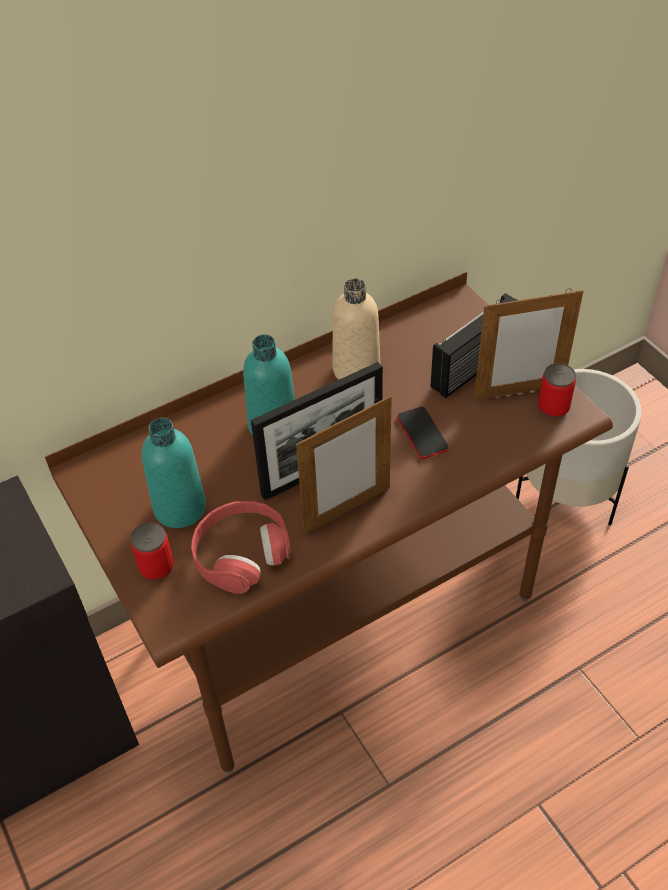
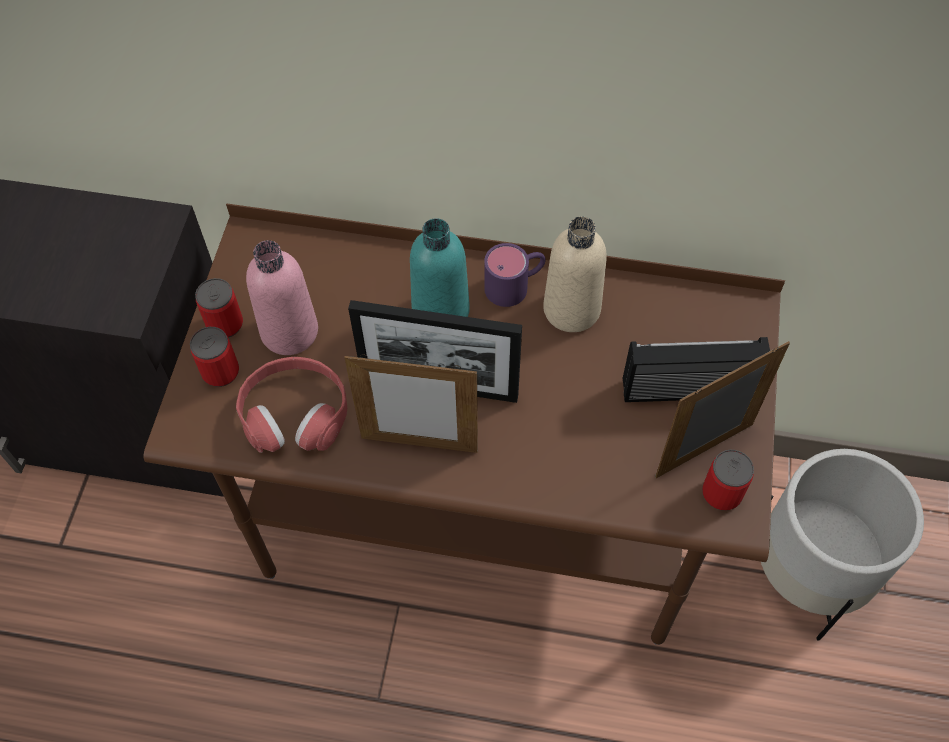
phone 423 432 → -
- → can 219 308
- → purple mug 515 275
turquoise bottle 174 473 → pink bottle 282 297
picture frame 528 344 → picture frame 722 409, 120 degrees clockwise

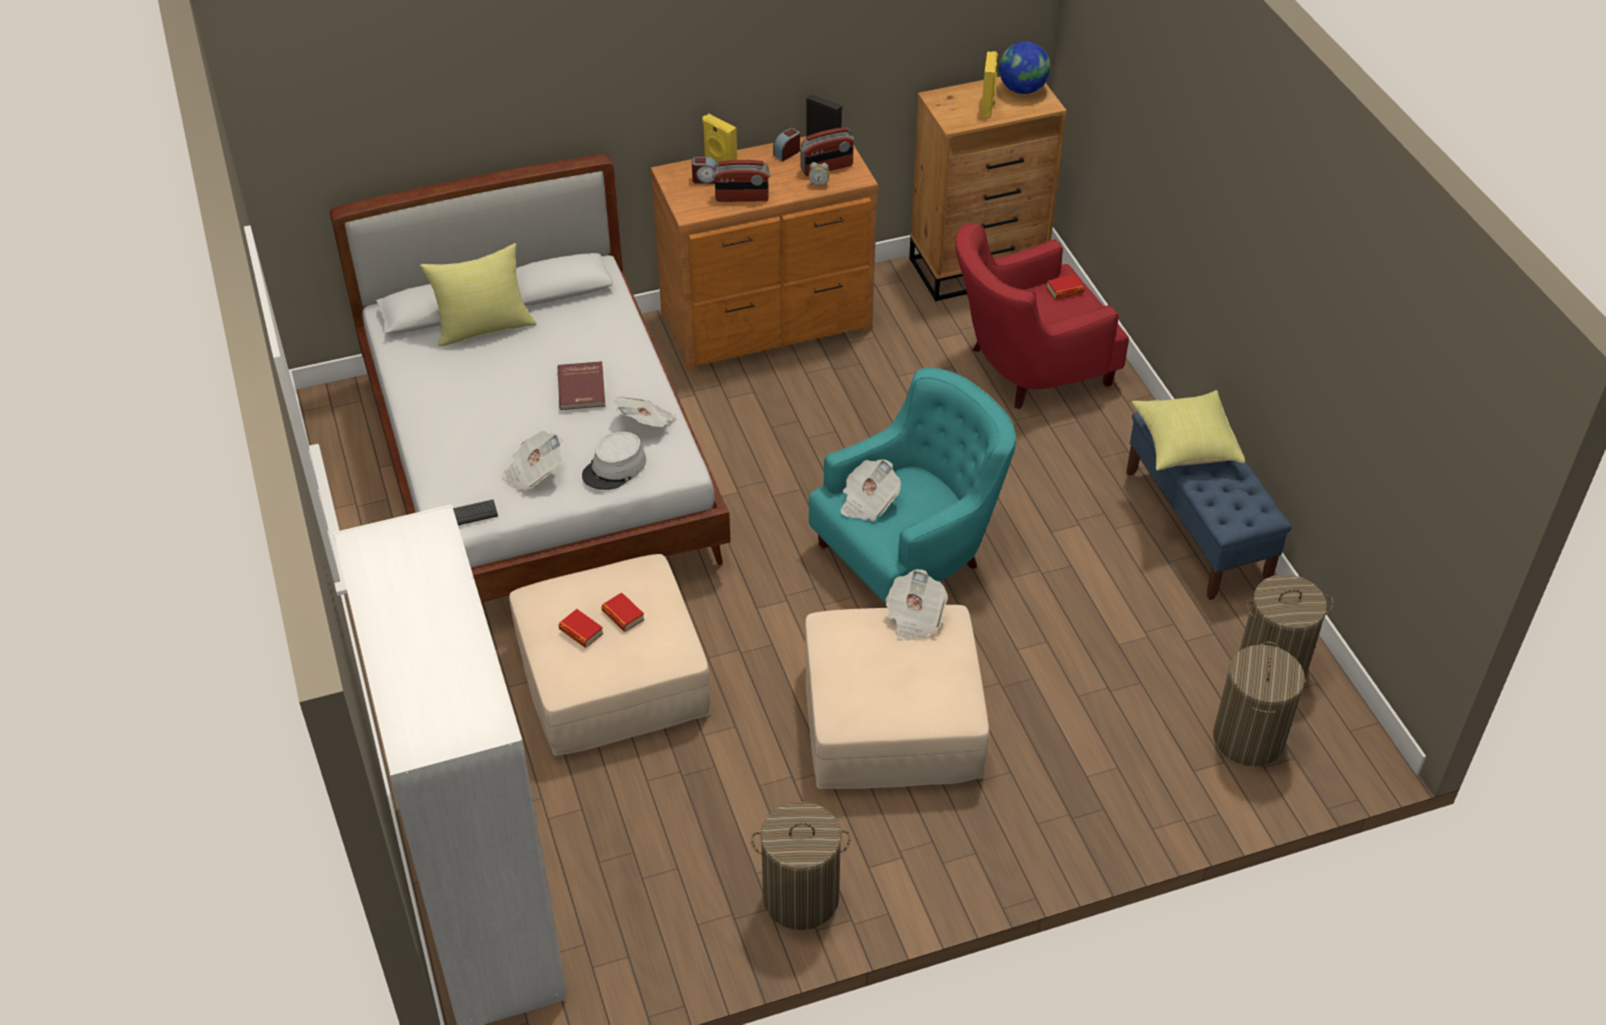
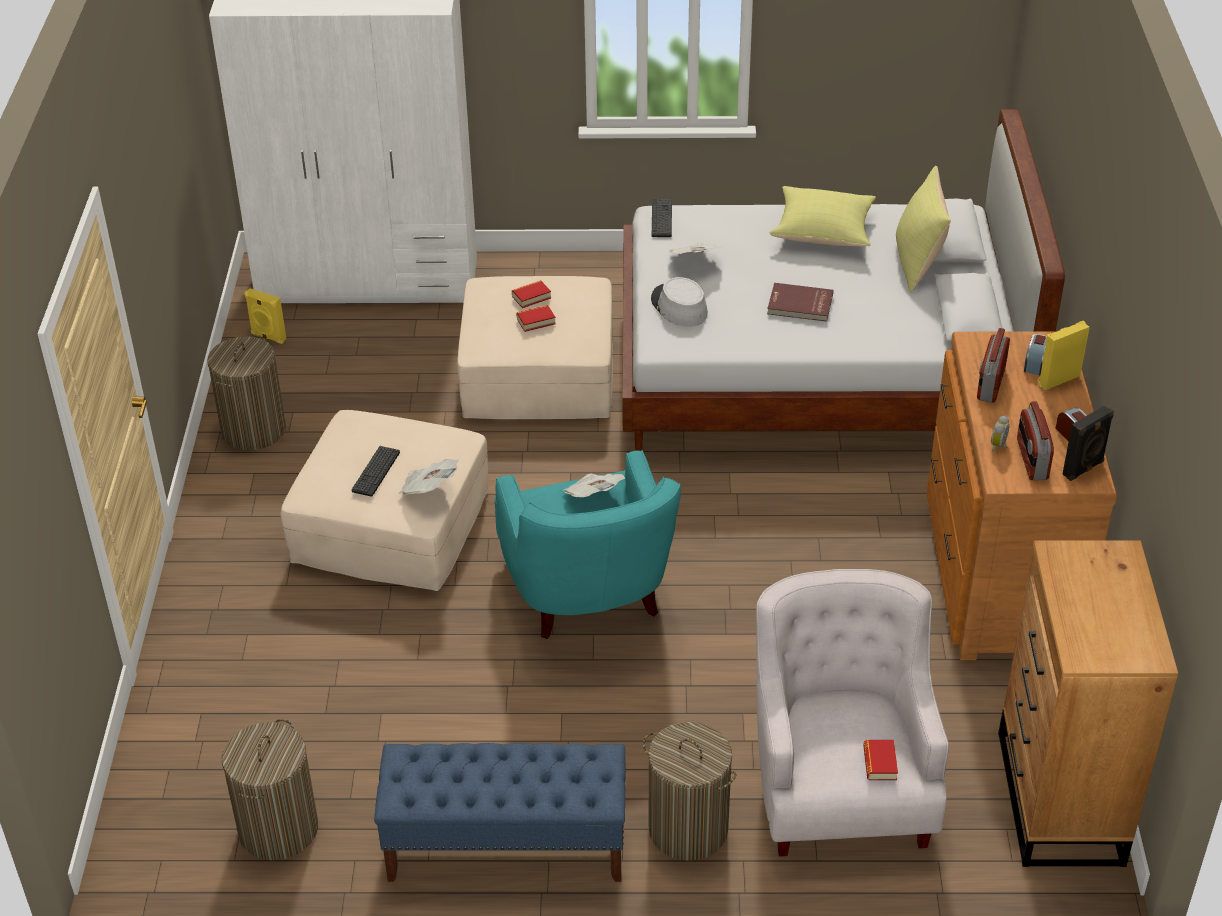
newspaper 645 412 → -
globe 1025 67 → -
- → keyboard 376 471
yellow speaker 989 84 → yellow speaker 265 316, relocated
yellow pillow 1188 430 → yellow pillow 822 216, relocated
laundry basket 1259 704 → laundry basket 689 791, relocated
red armchair 1042 316 → white armchair 852 712

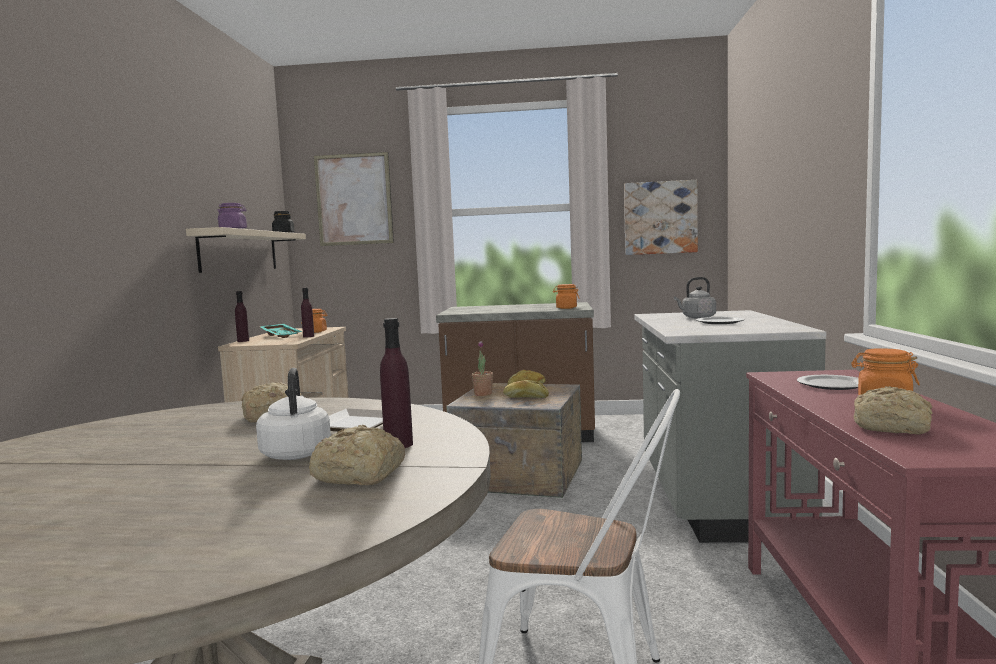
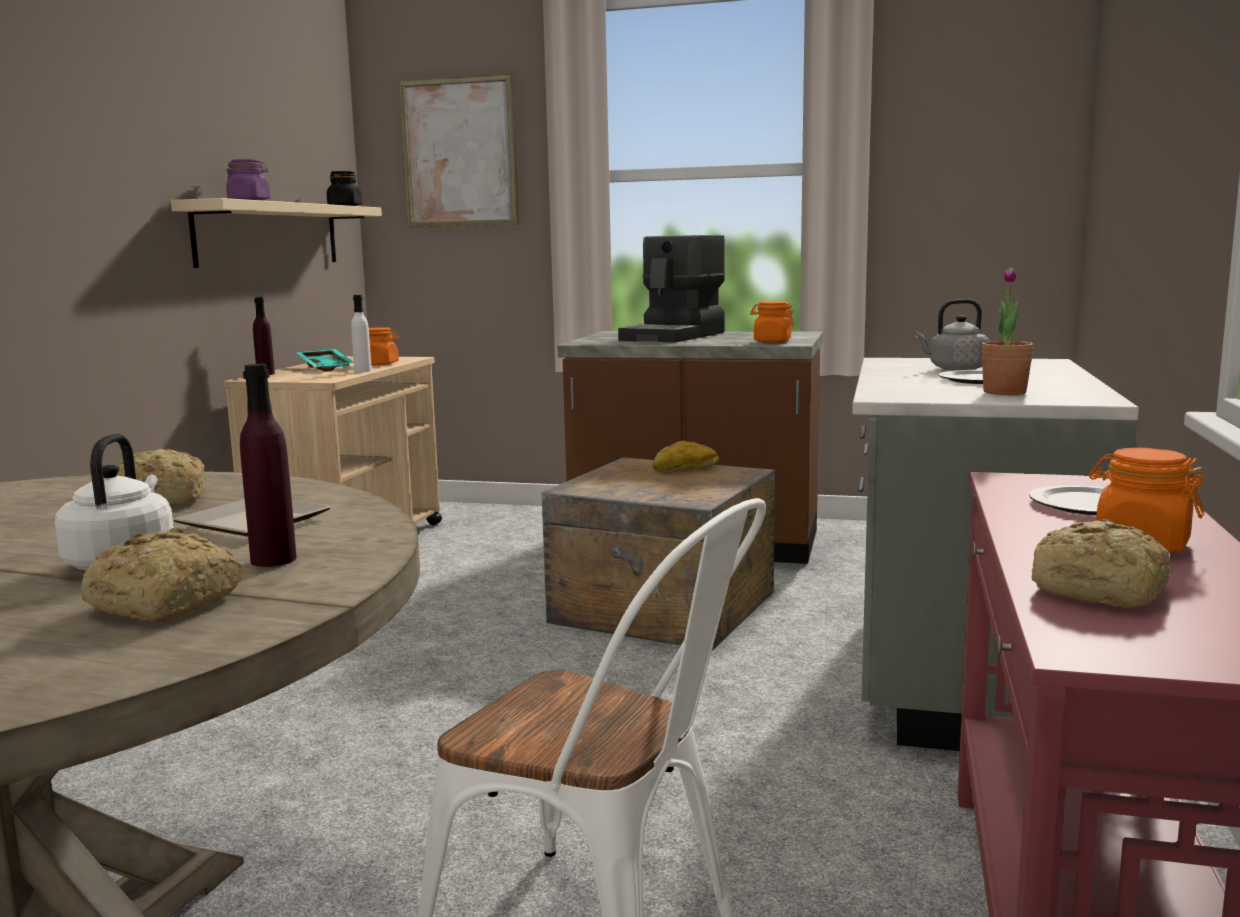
bread 526 389 → -
picture 661 217 → -
- → coffee machine 671 289
potted plant 482 368 → potted plant 1007 331, relocated
purple bottle 307 313 → white bottle 361 333

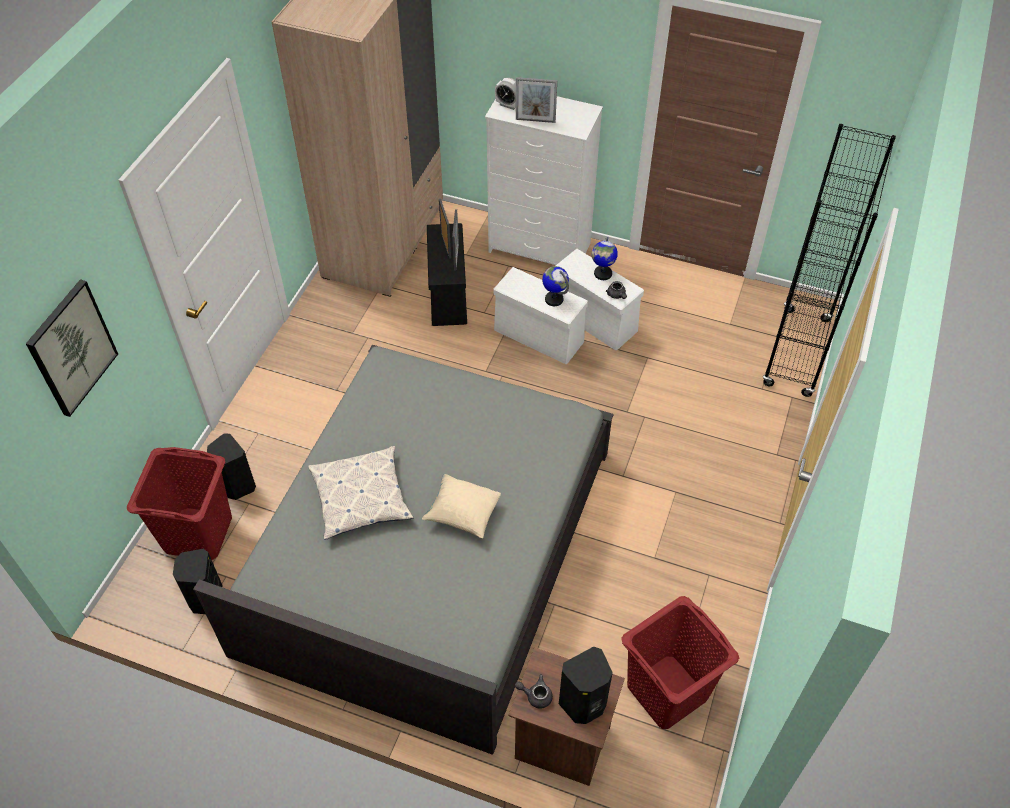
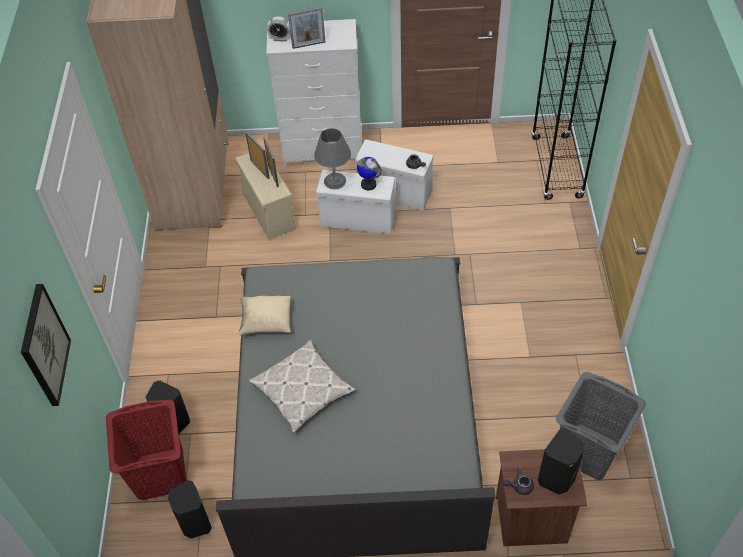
globe 605 258 → -
- → grey table lamp 332 158
beige pillow 461 506 → beige pillow 264 315, relocated
black storage box 447 274 → beige storage box 265 193
red laundry basket 680 662 → grey laundry basket 601 426

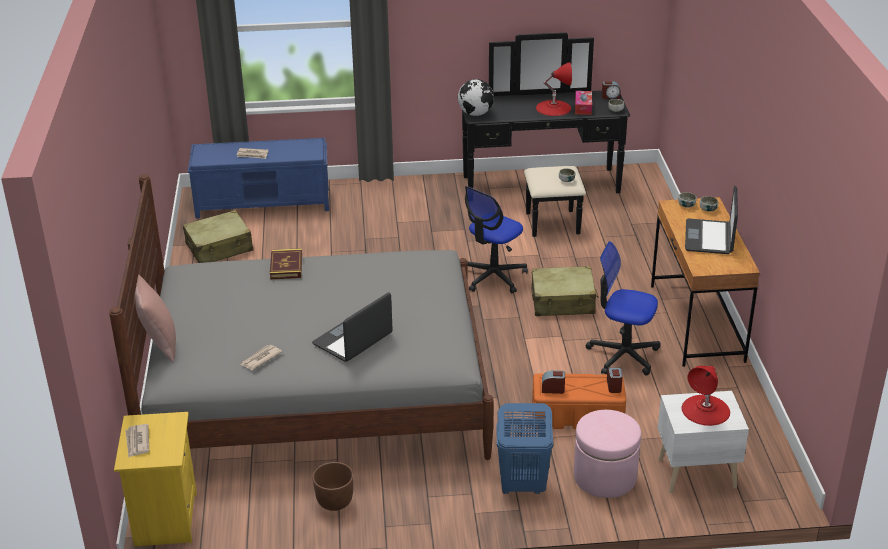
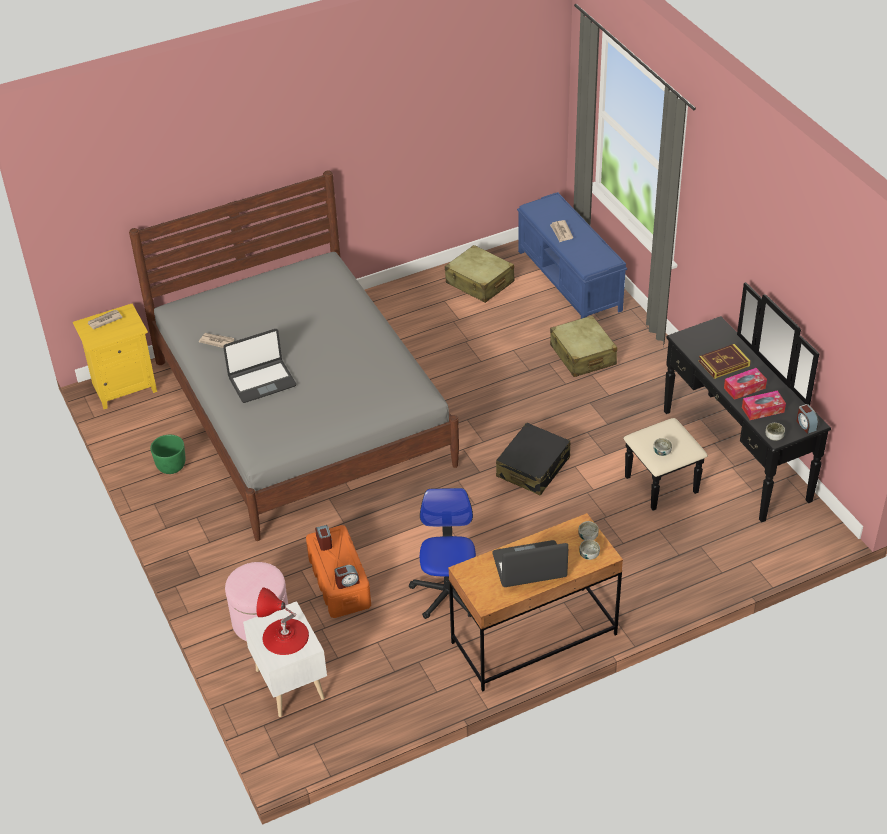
pink pillow 155 318 → -
globe 476 97 → -
blue laundry basket 524 448 → -
book 286 264 → book 725 361, relocated
beige suitcase 565 291 → beige suitcase 583 346, relocated
office chair 496 239 → black suitcase 533 459
red table lamp 554 89 → tissue box 745 384
brown planter 333 486 → green planter 168 454
laptop 352 327 → laptop 259 366, 135 degrees clockwise

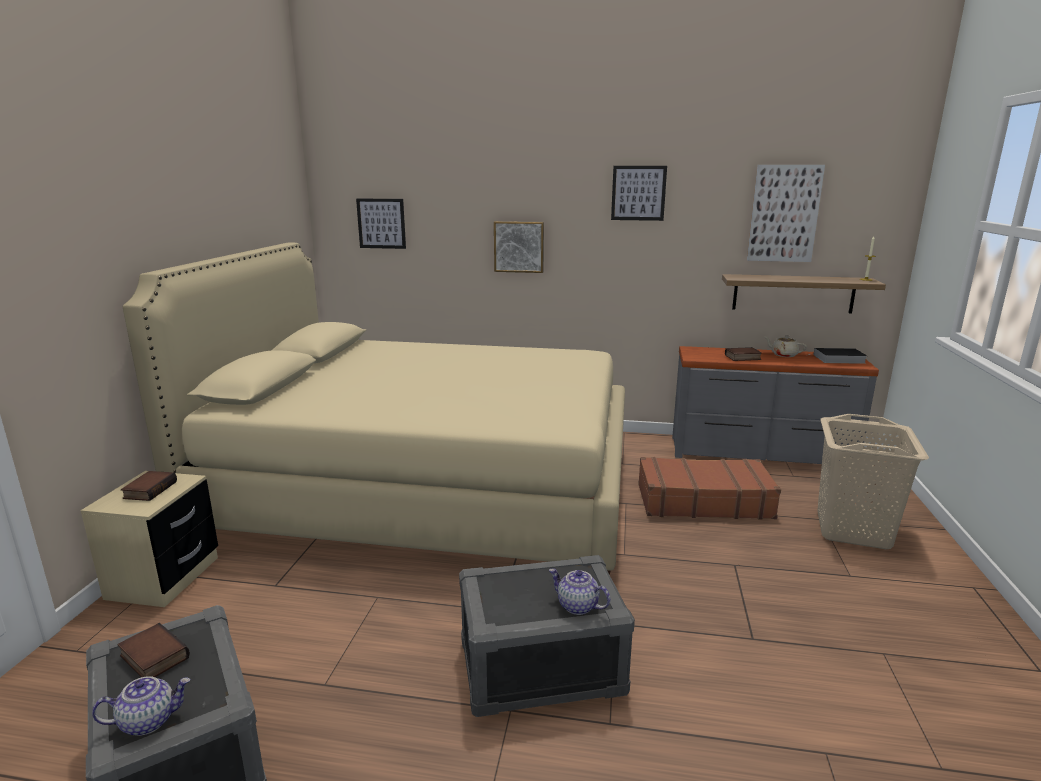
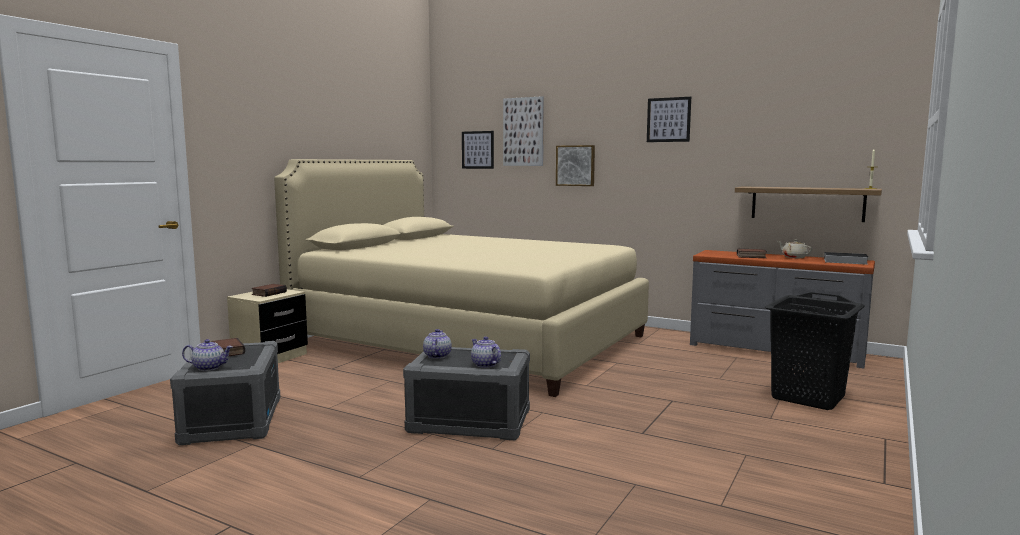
brown suitcase 709 488 → -
- → teapot 437 344
picture 786 213 → picture 523 131, relocated
beige laundry basket 873 481 → black laundry basket 815 351

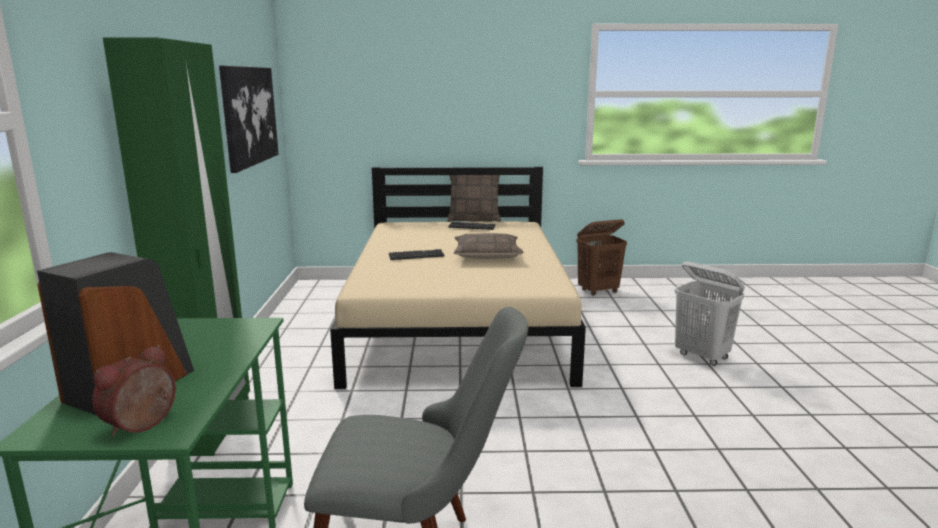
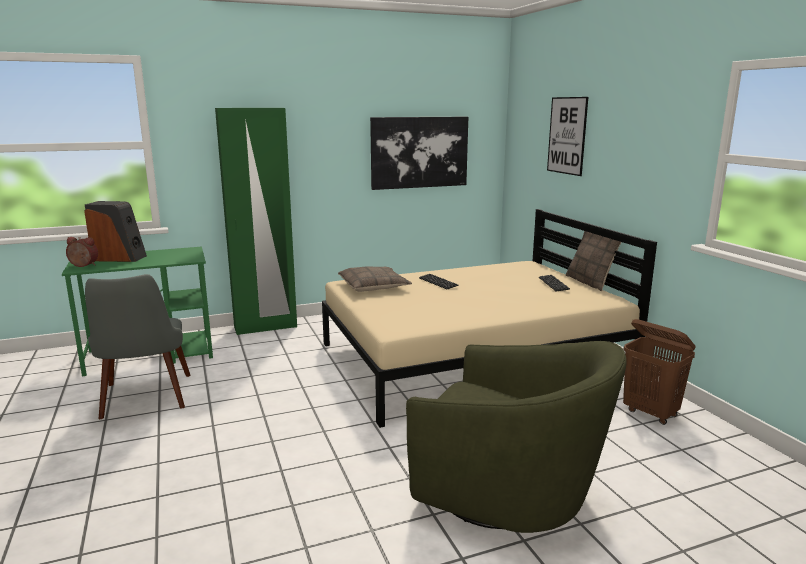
- → picture 567 136
pillow 488 246 → pillow 375 279, relocated
white laundry basket 710 314 → green armchair 516 437

